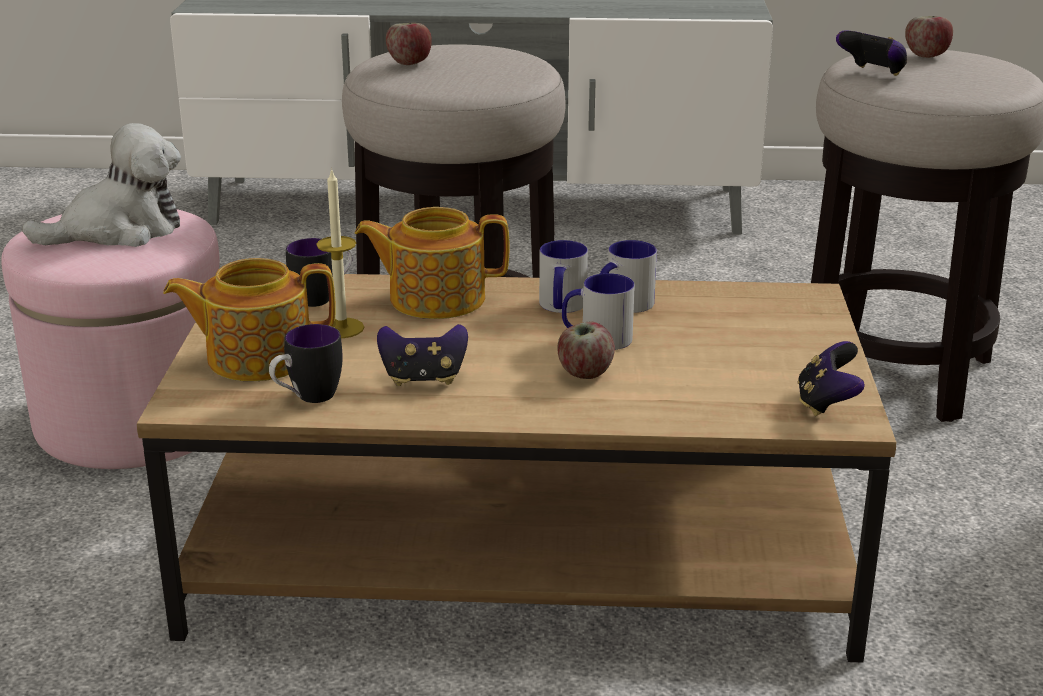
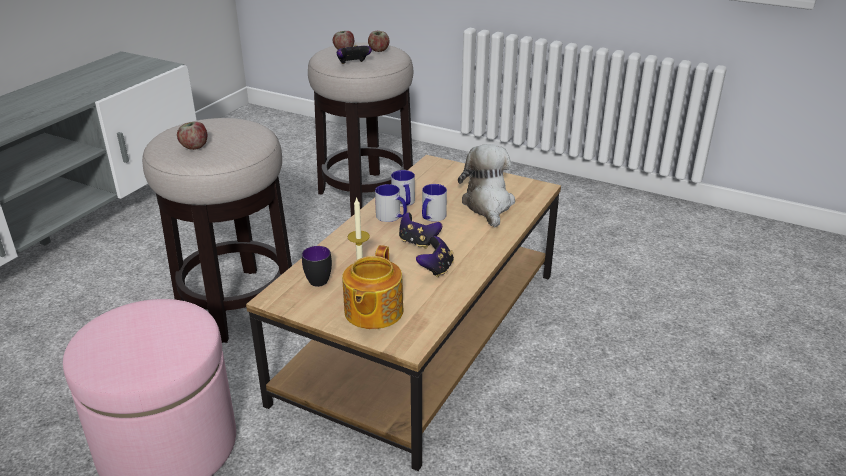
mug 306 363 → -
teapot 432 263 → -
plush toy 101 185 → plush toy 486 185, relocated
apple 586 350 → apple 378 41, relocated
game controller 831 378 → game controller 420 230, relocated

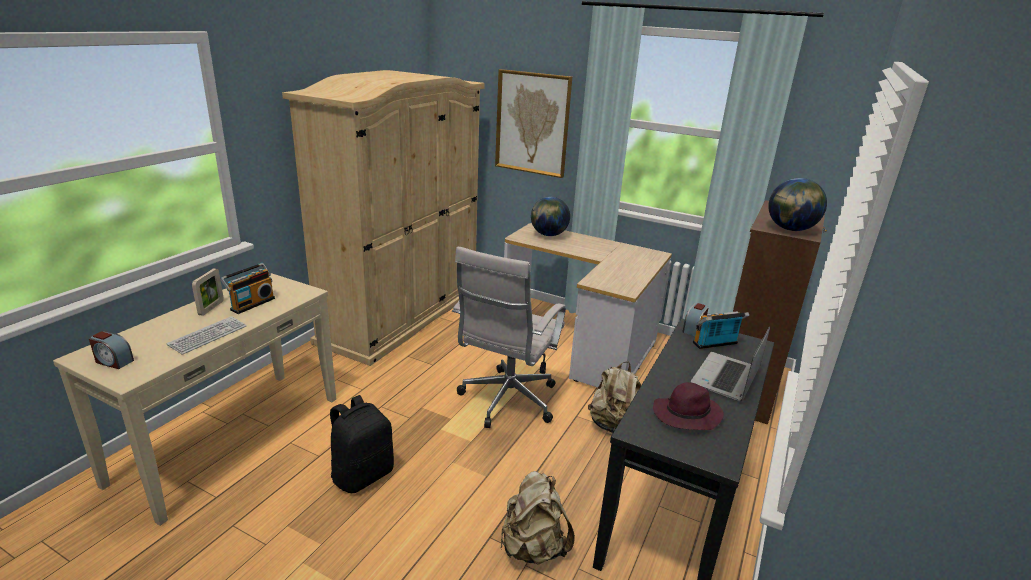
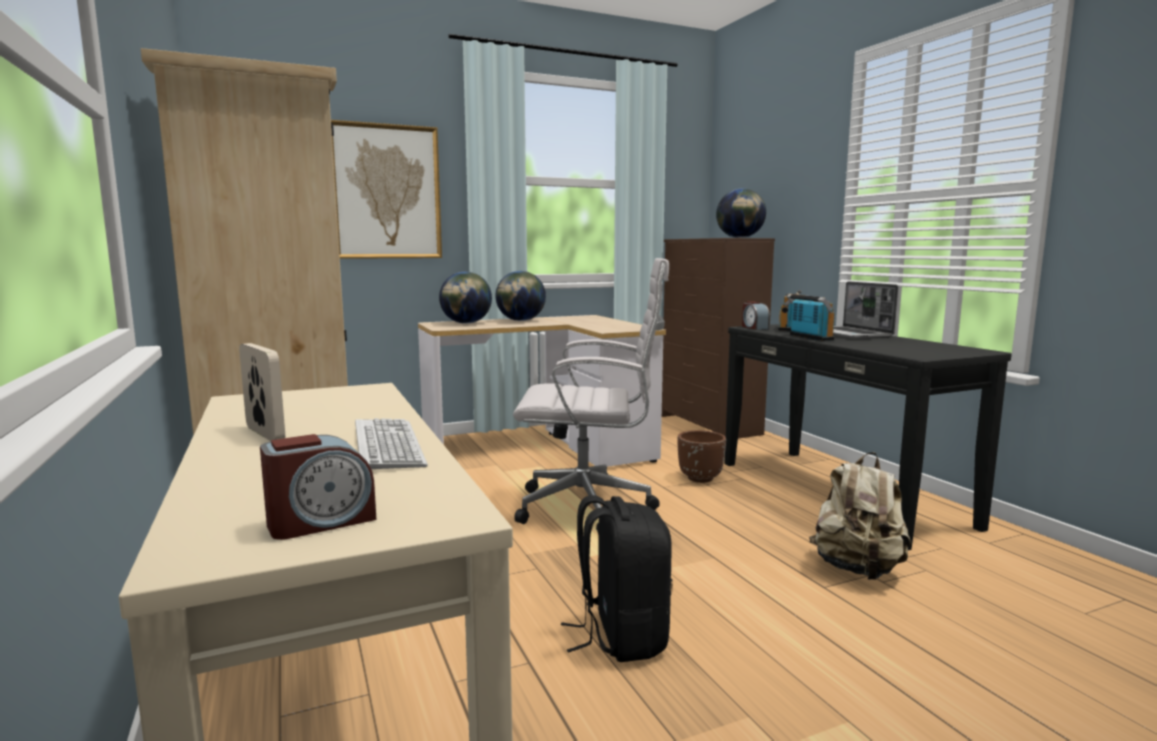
purple hat 688 406 → -
- → globe 521 296
radio 247 288 → radio 811 317, relocated
beige backpack 614 397 → brown planter 701 456
white office chair 509 337 → white office chair 591 396, 60 degrees counterclockwise

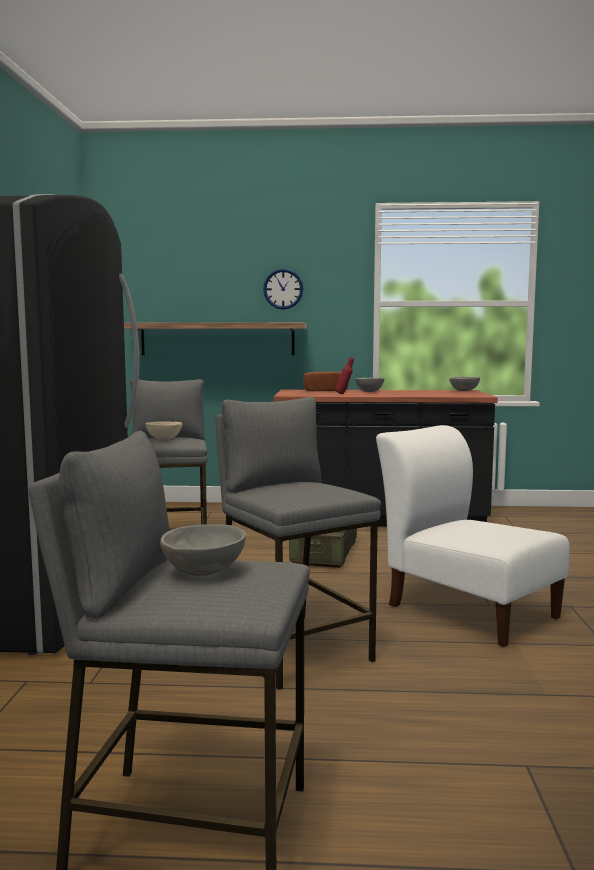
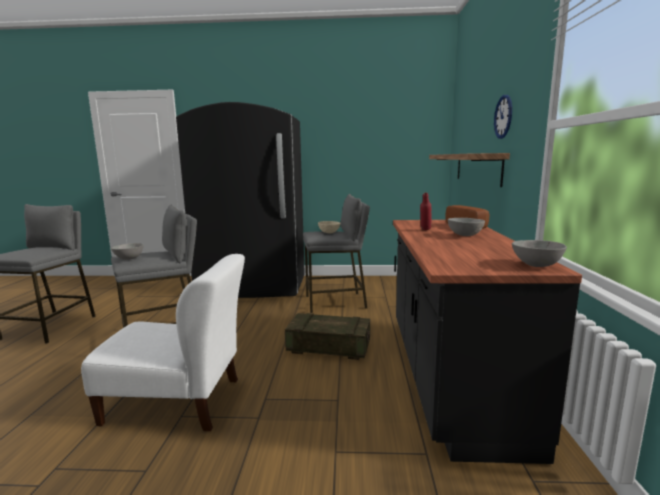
grey bowl 203 550 → grey bowl 127 251, relocated
white chair 473 536 → white chair 163 342, 45 degrees clockwise

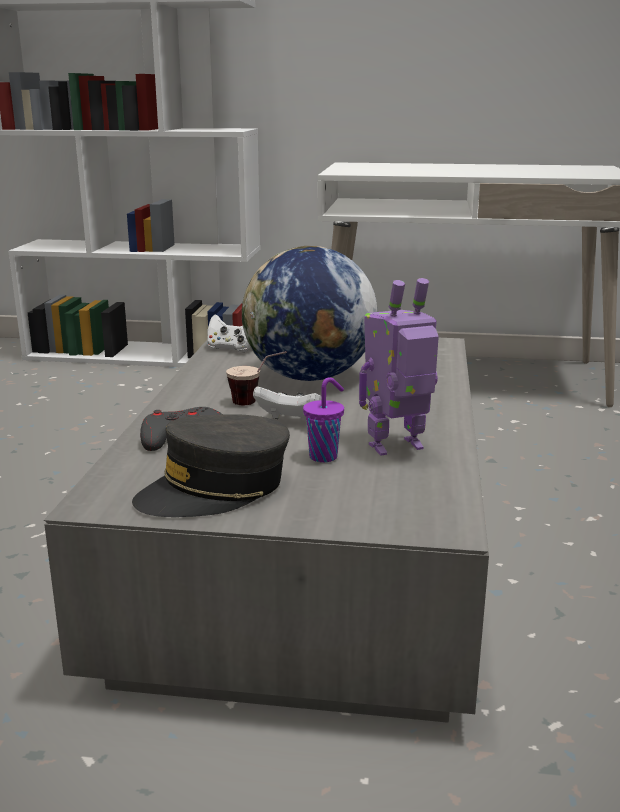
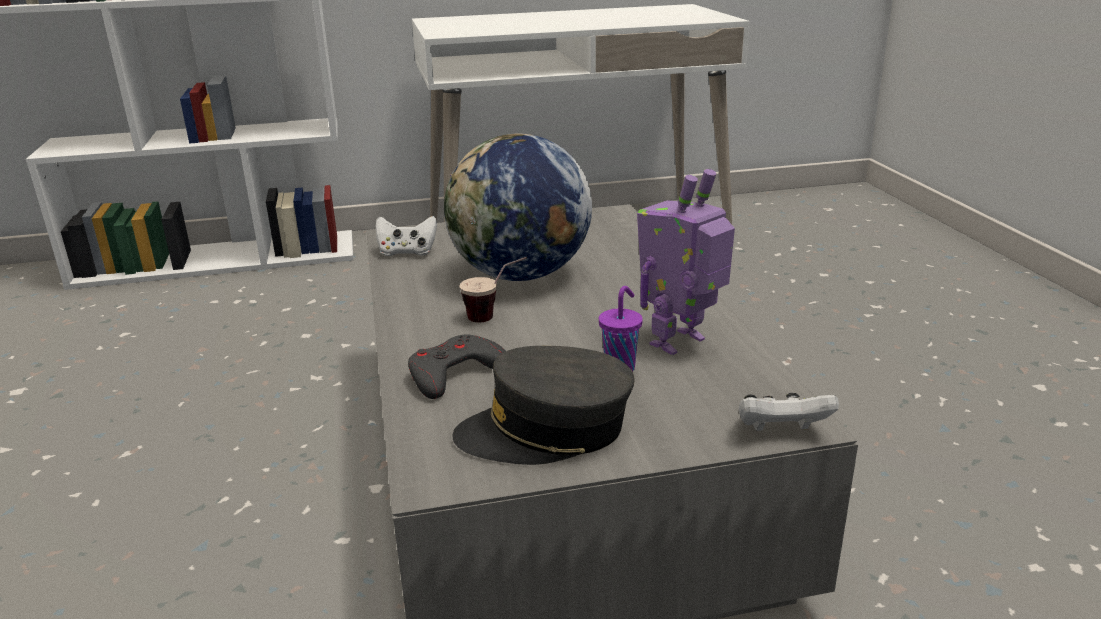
white game controller 287 404 → white game controller 789 412, relocated
grey cap 211 465 → grey cap 543 405, 45 degrees clockwise

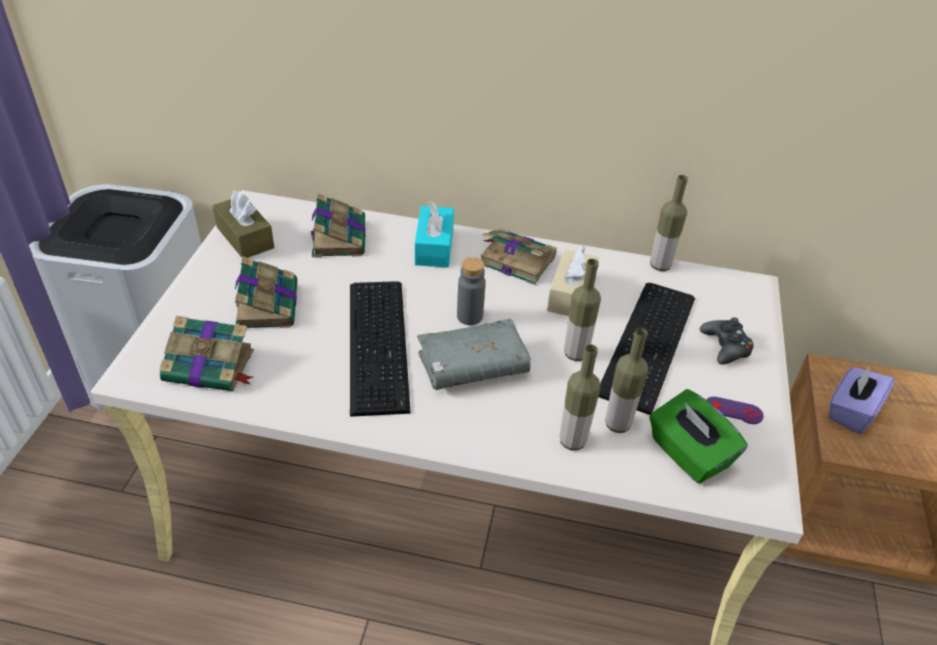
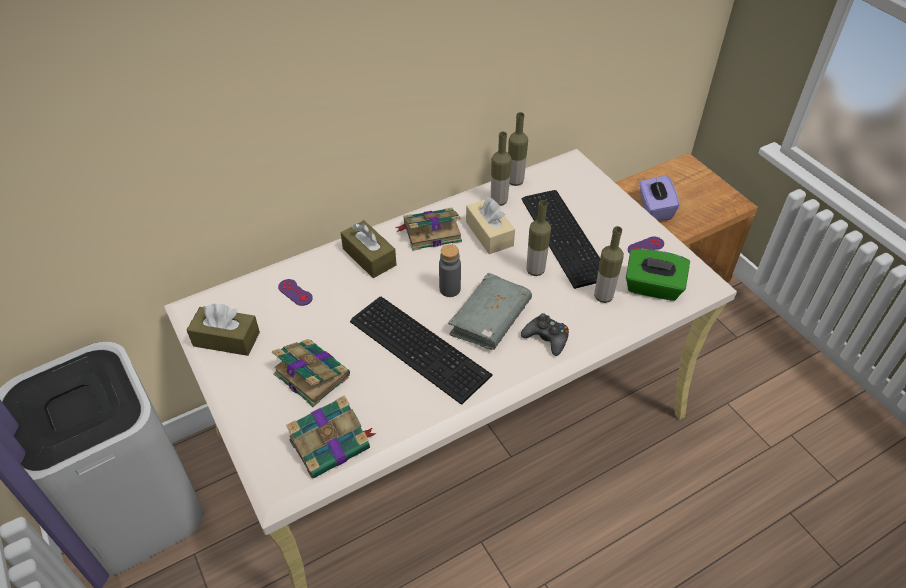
bottle 580 397 → bottle 501 169, relocated
black game controller 726 340 → black game controller 545 334, relocated
book 338 225 → purple game controller 295 292
turquoise tissue box 434 234 → brown tissue box 368 249

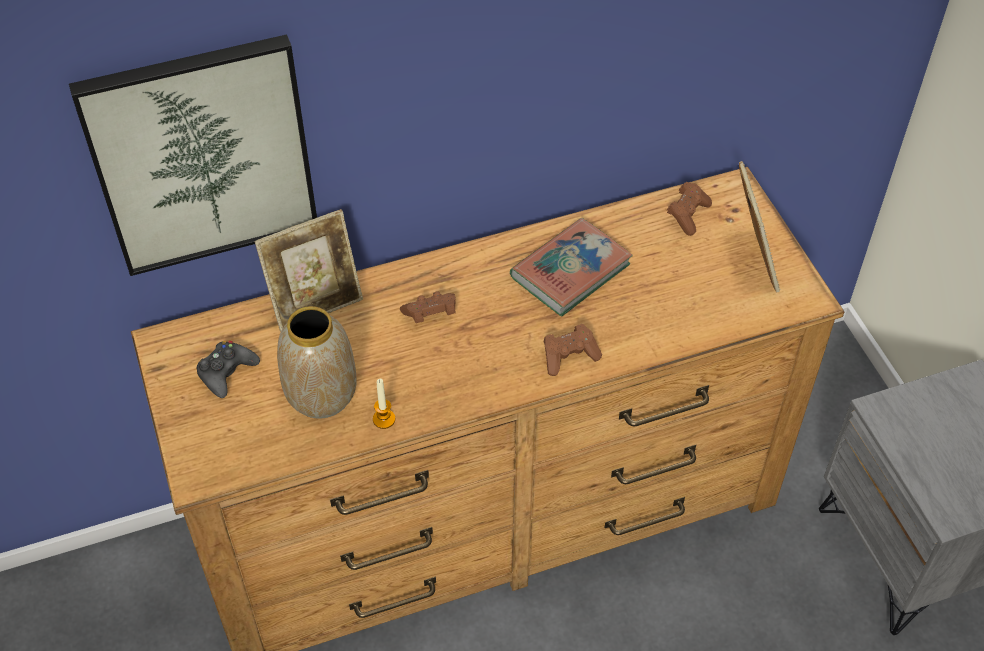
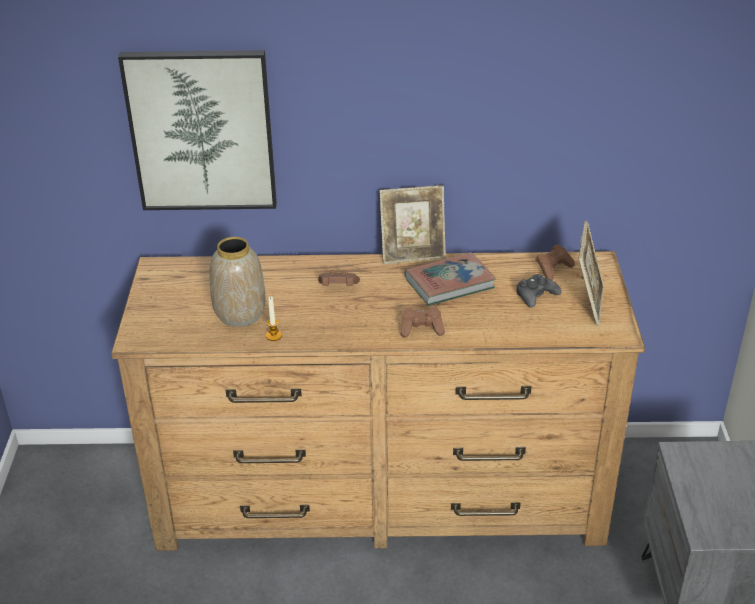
black game controller 228 369 → black game controller 538 291, relocated
picture frame 309 270 → picture frame 412 224, relocated

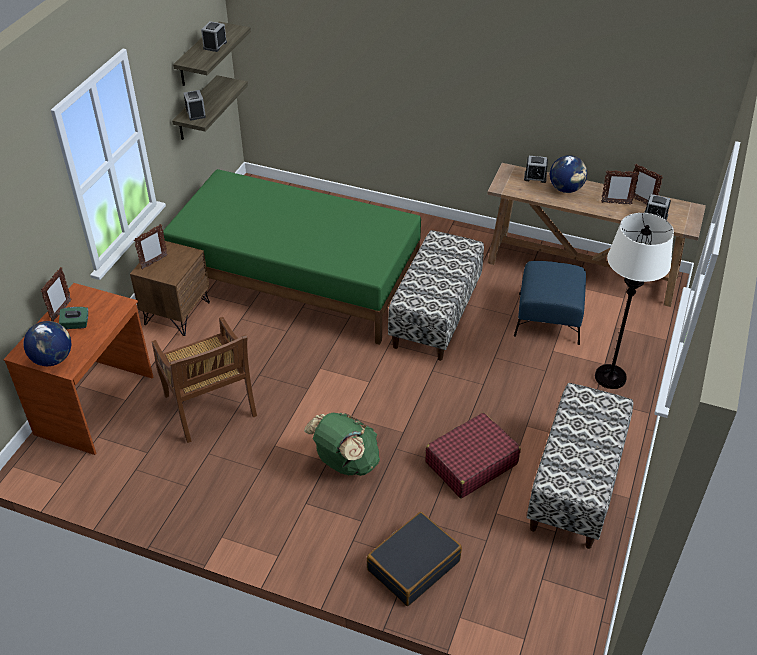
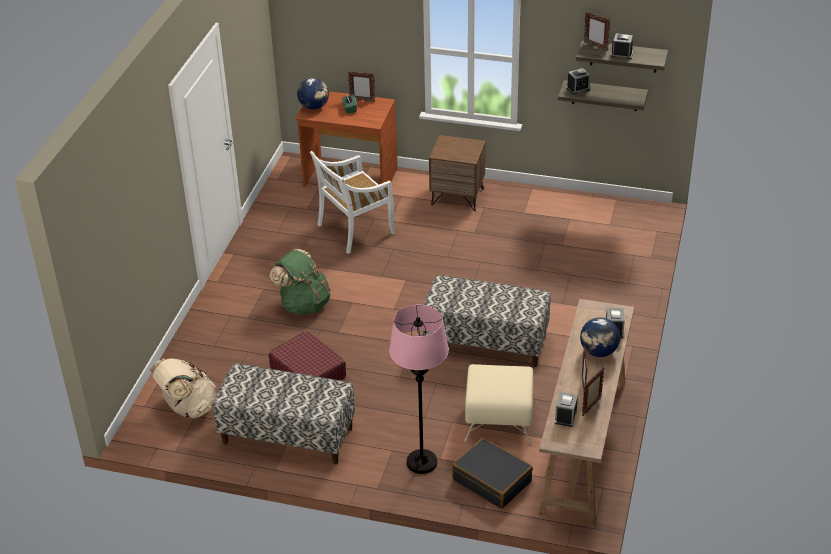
green bed 291 257 → -
- → beige backpack 183 388
picture frame 151 246 → picture frame 597 31, relocated
black suitcase 414 559 → black suitcase 492 473, relocated
brown chair 204 380 → white chair 352 202
blue ottoman 550 303 → beige ottoman 498 404
white floor lamp 634 301 → pink floor lamp 419 389

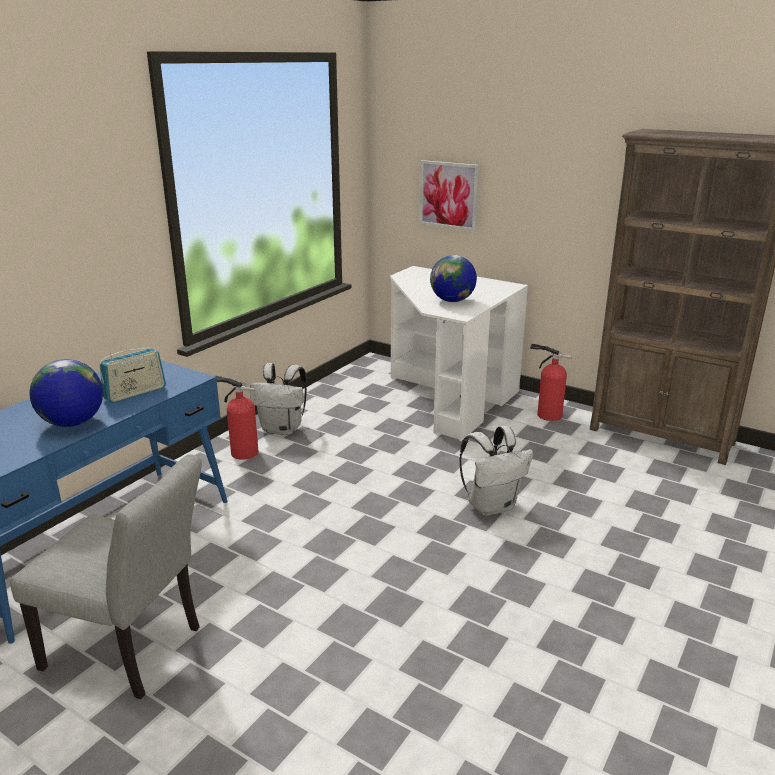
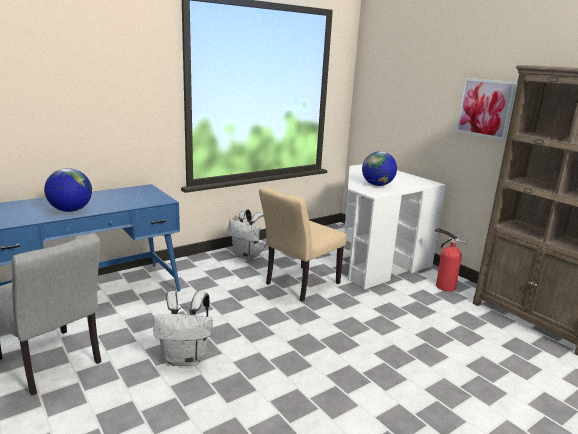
radio 132 375 → -
fire extinguisher 237 418 → -
- → beige chair 302 244
picture 449 195 → picture 486 109, relocated
white backpack 496 471 → white backpack 183 328, relocated

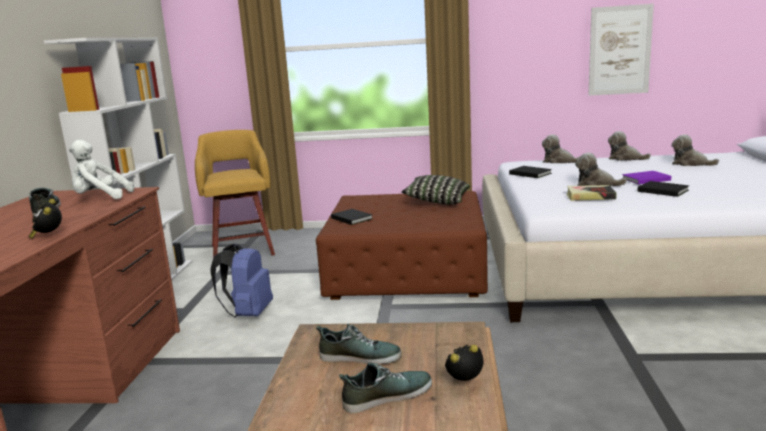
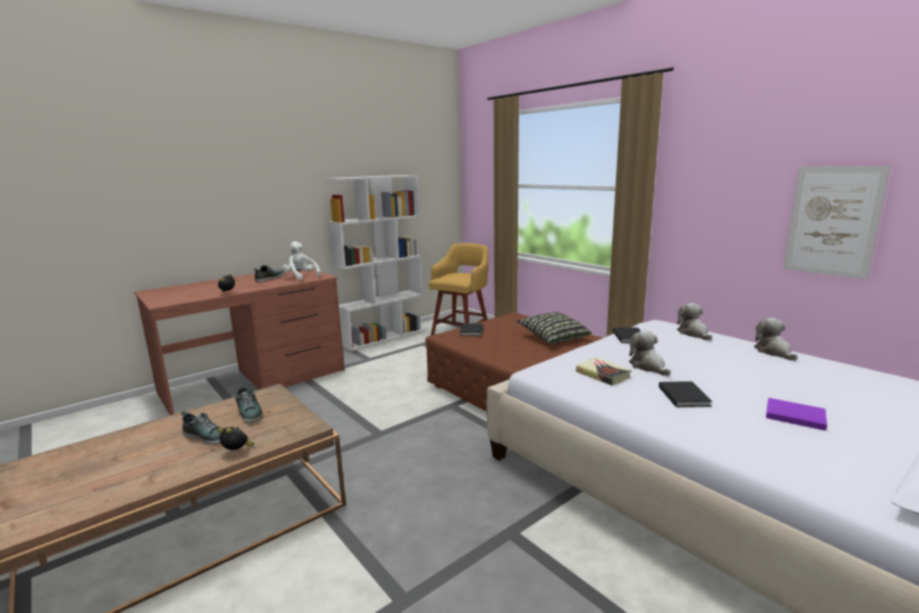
blue backpack 241 280 → -
plush toy 695 150 → -
purple book 646 177 → purple book 796 414, relocated

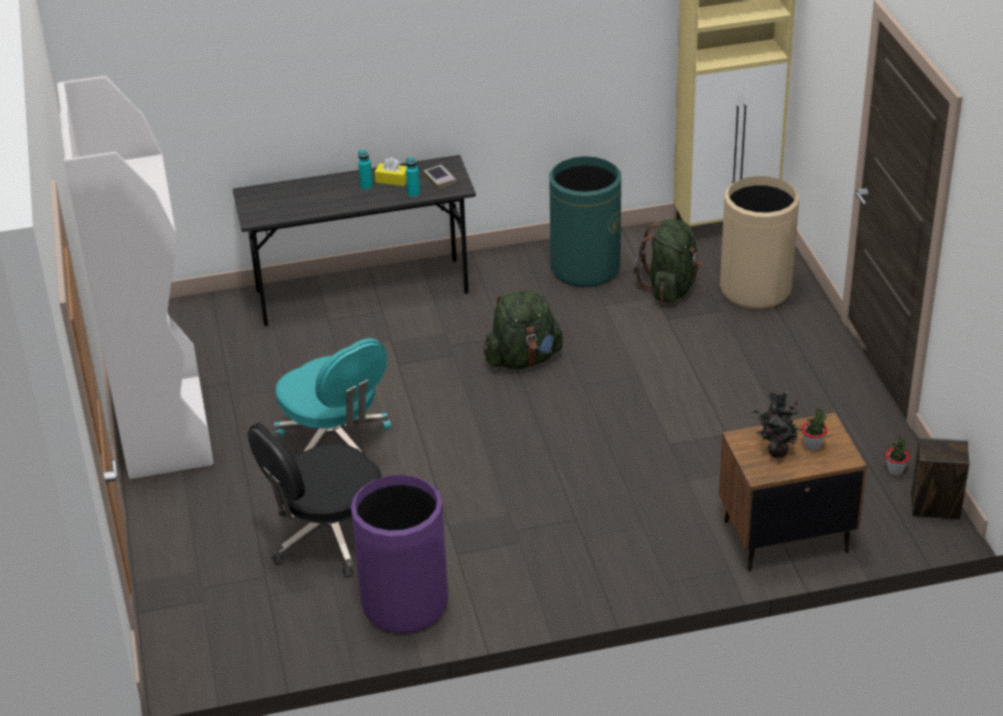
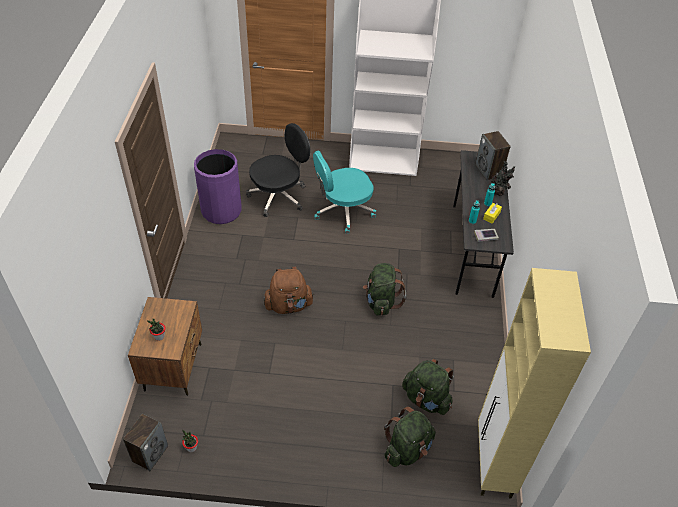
green trash can 585 221 → -
- → brown backpack 289 290
- → speaker 493 155
potted plant 778 424 → potted plant 503 178, relocated
beige trash can 759 242 → green backpack 410 436
black office chair 315 500 → black office chair 278 170, 75 degrees clockwise

